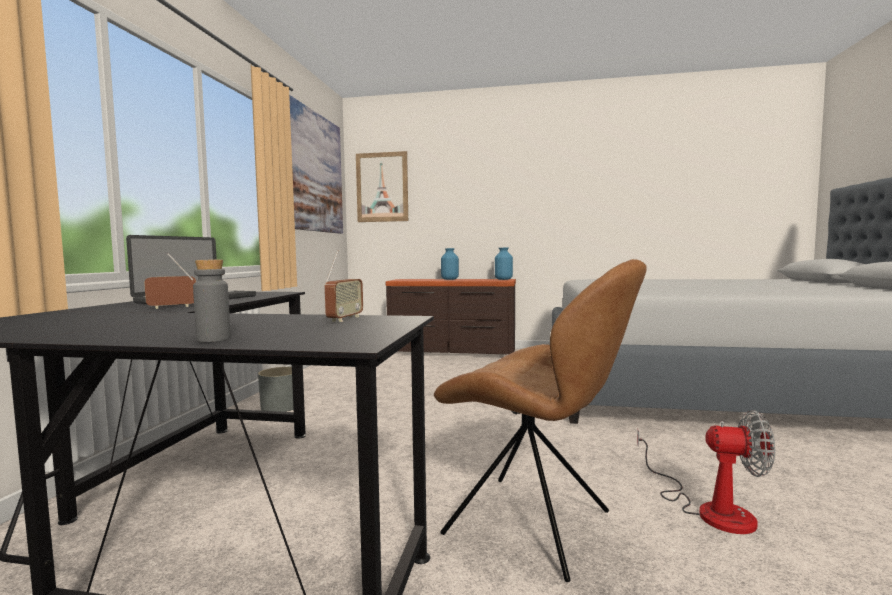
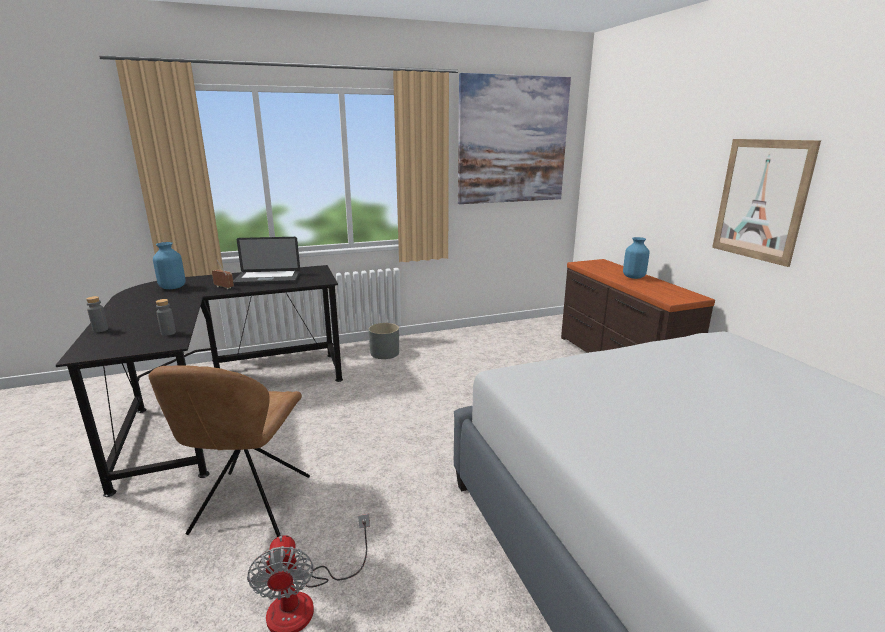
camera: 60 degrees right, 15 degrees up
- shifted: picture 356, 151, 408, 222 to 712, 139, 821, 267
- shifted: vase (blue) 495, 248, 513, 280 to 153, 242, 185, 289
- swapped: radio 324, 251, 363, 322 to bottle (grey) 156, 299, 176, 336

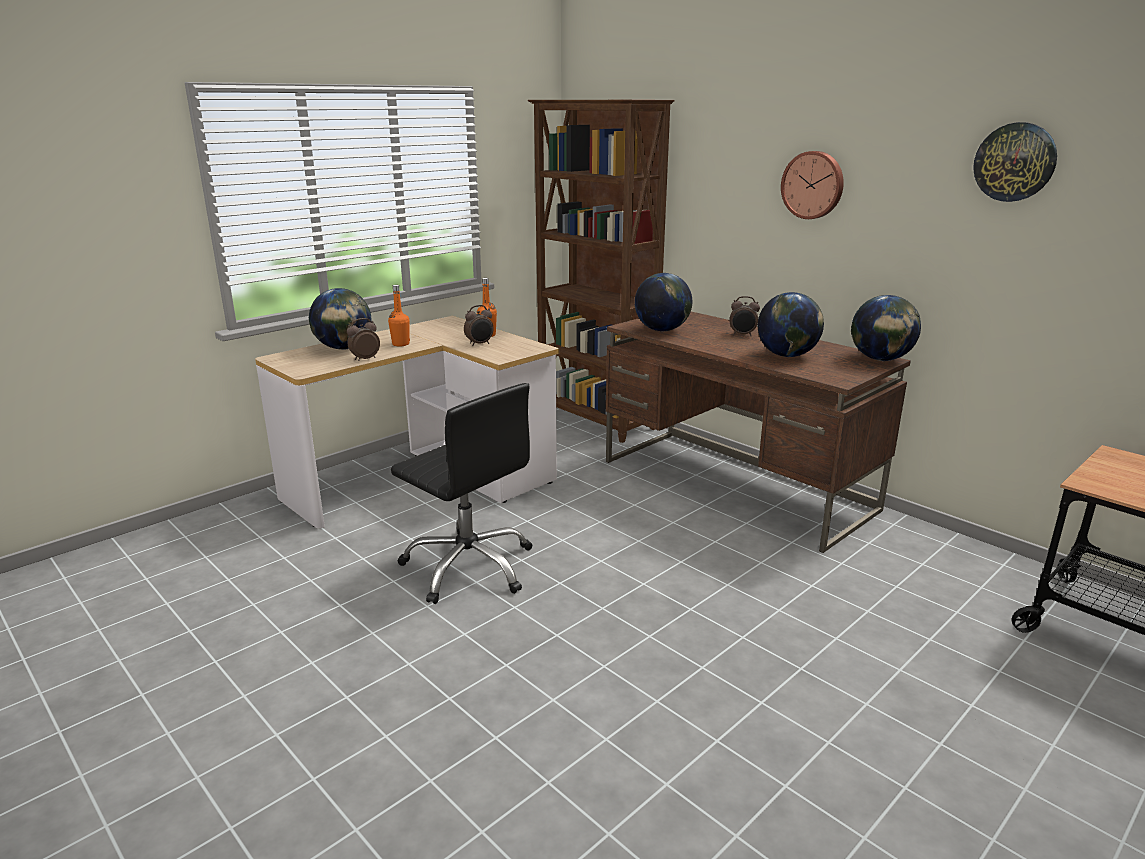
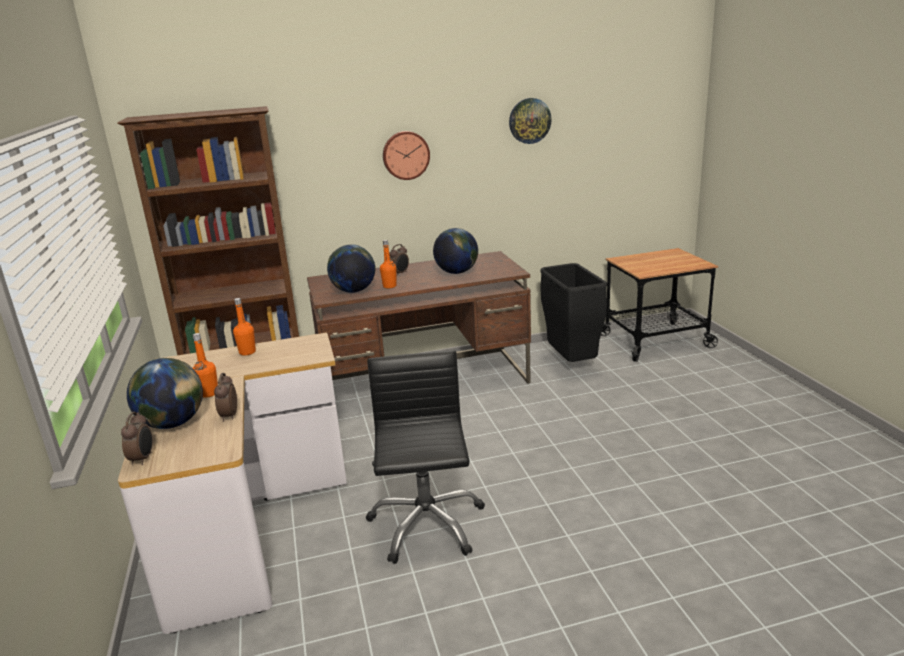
camera: 60 degrees left, 0 degrees up
- gone: globe 851, 295, 921, 361
- new: bottle (orange) 380, 240, 396, 288
- new: trash can (black) 540, 263, 607, 362
- shifted: alarm clock 464, 305, 494, 346 to 121, 412, 152, 465
- rotated: office chair (black) 391, 383, 532, 604 = 366, 351, 485, 564 75 degrees counterclockwise

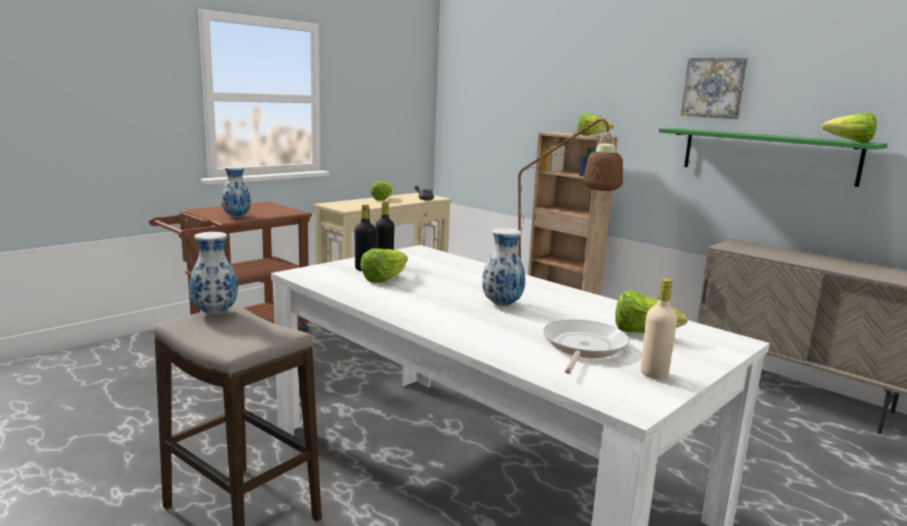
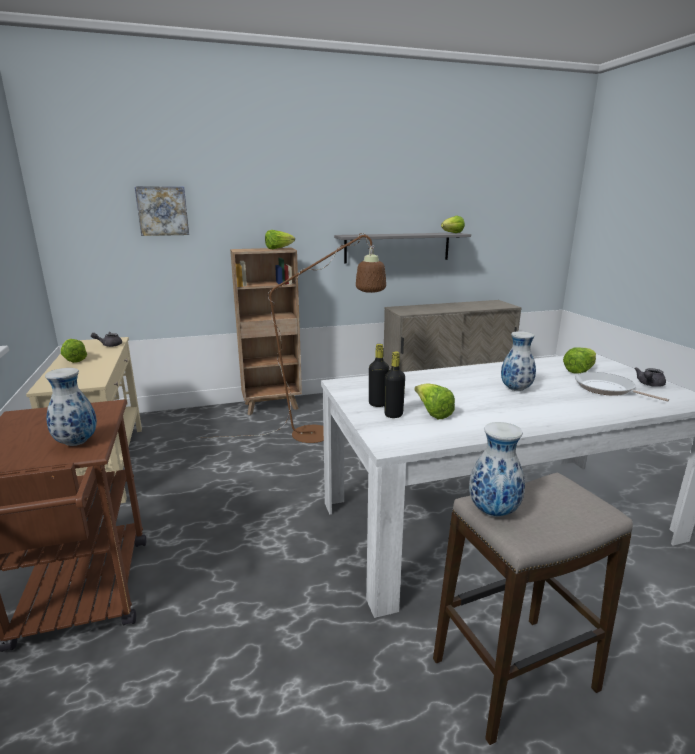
camera: 60 degrees left, 5 degrees up
- shifted: picture 681, 58, 748, 119 to 134, 186, 189, 236
- swapped: bottle (beige) 641, 278, 677, 379 to teapot (grey) 635, 367, 666, 387
- repainted: shelf (green) 659, 128, 888, 187 to shelf (grey) 334, 233, 471, 264

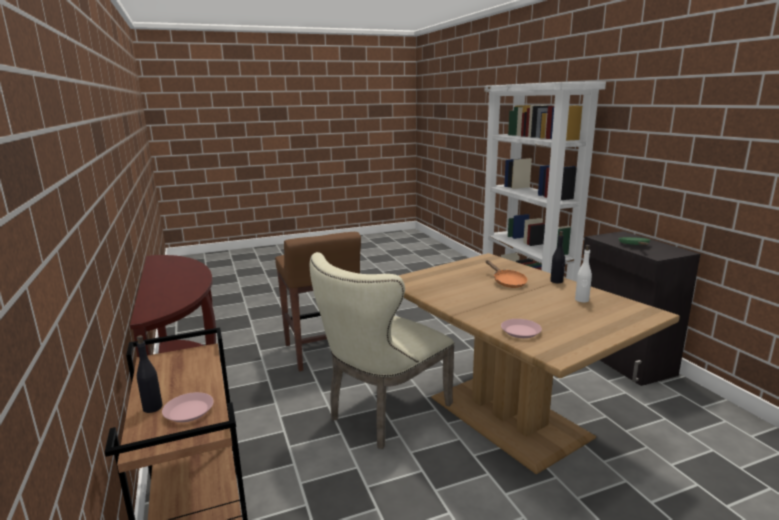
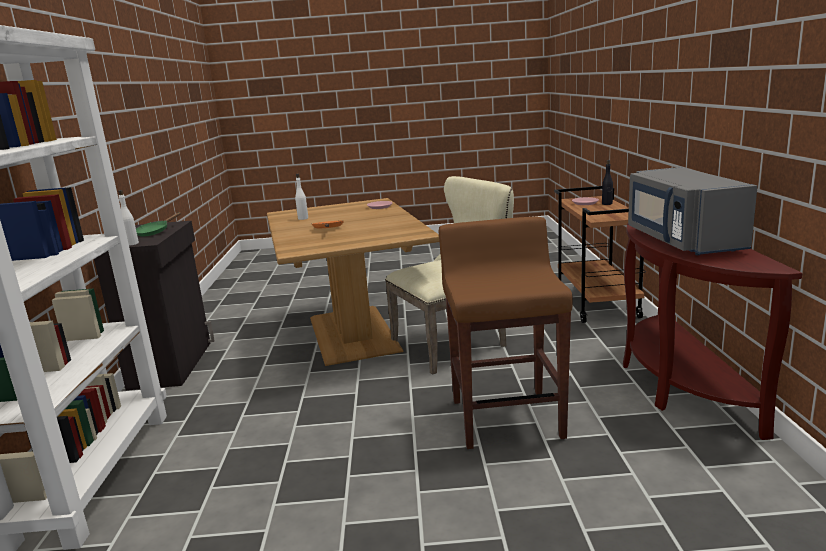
camera: 160 degrees left, 0 degrees up
- gone: bottle (black) 550, 231, 565, 283
- new: bottle (white) 118, 190, 139, 246
- new: microwave (grey) 628, 167, 758, 255

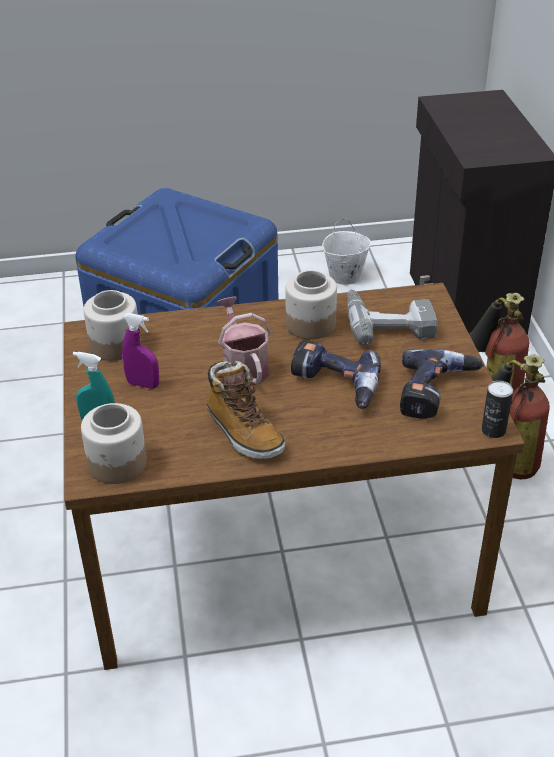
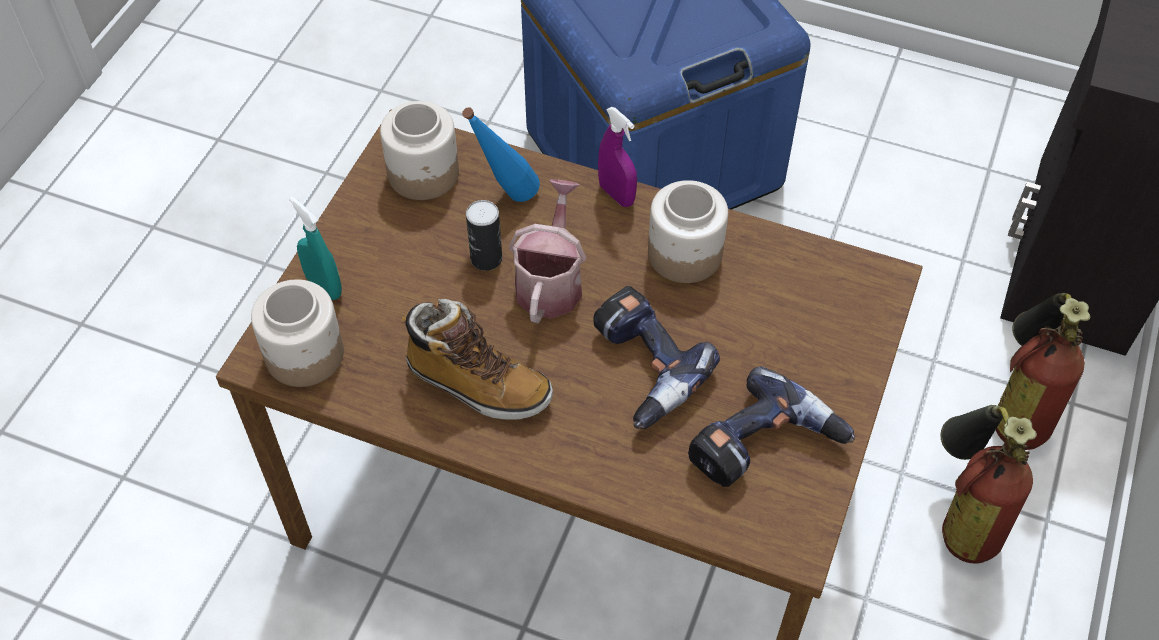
camera: 30 degrees right, 15 degrees up
- gone: bucket (white) 322, 219, 371, 285
- gone: power drill 347, 289, 438, 345
- new: bottle (blue) 462, 107, 540, 202
- shifted: spray bottle (purple) 122, 313, 159, 389 to 598, 107, 637, 207
- shifted: can 482, 380, 513, 438 to 466, 200, 502, 271
- rotated: boot 207, 360, 285, 459 = 402, 299, 553, 420 60 degrees counterclockwise

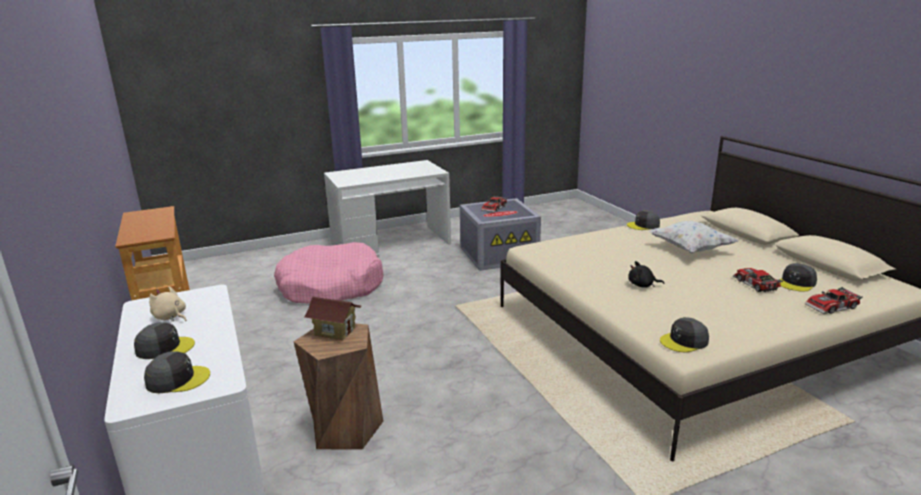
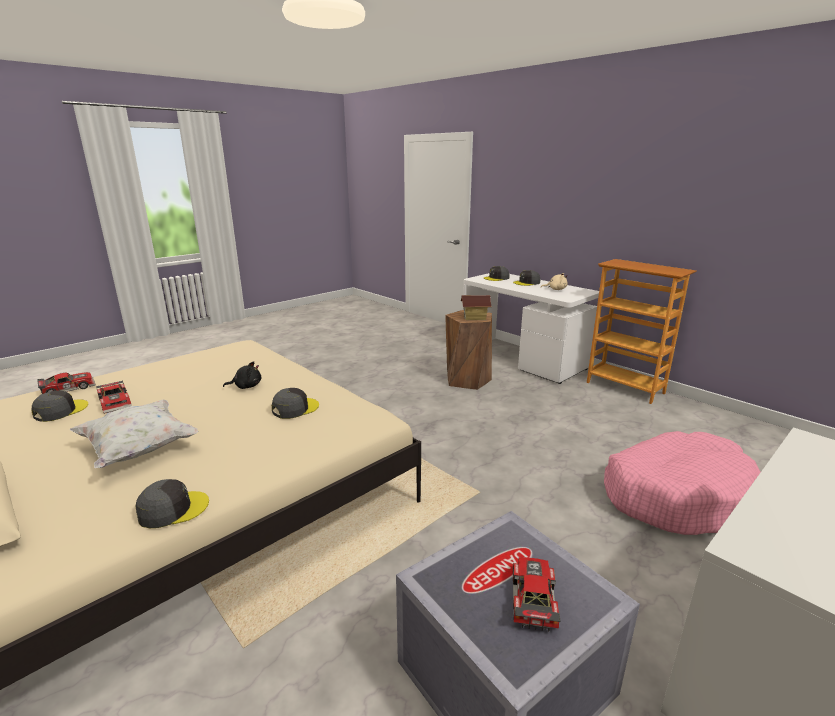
camera: 160 degrees right, 0 degrees up
- shifted: cap (grey) 660, 317, 709, 352 to 272, 388, 319, 419

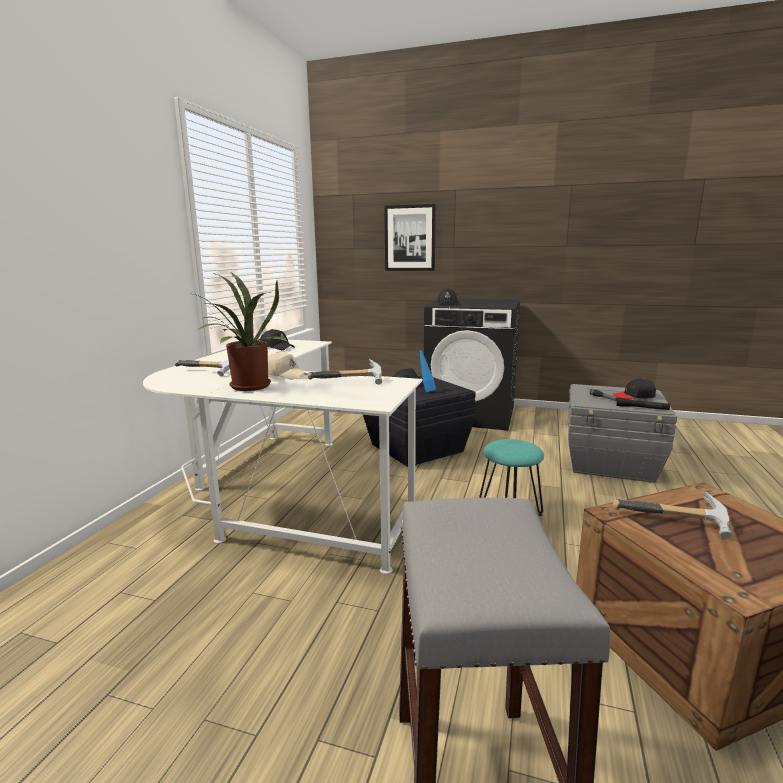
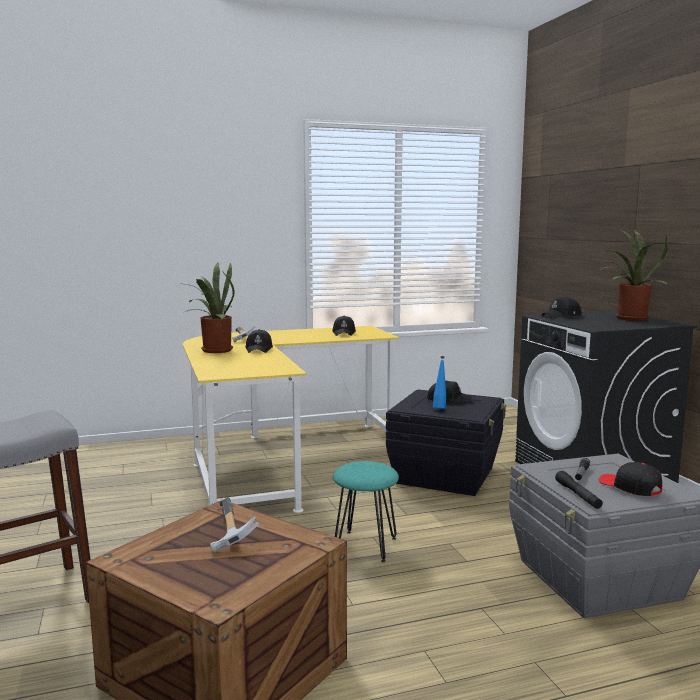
camera: 55 degrees right, 5 degrees down
- gone: hammer 308, 359, 382, 384
- gone: picture 384, 204, 436, 271
- new: potted plant 600, 229, 668, 321
- repainted: desk (white) 143, 340, 422, 574 to desk (yellow) 183, 326, 399, 513
- repainted: cap (beige) 268, 351, 307, 380 to cap (black) 245, 329, 273, 353

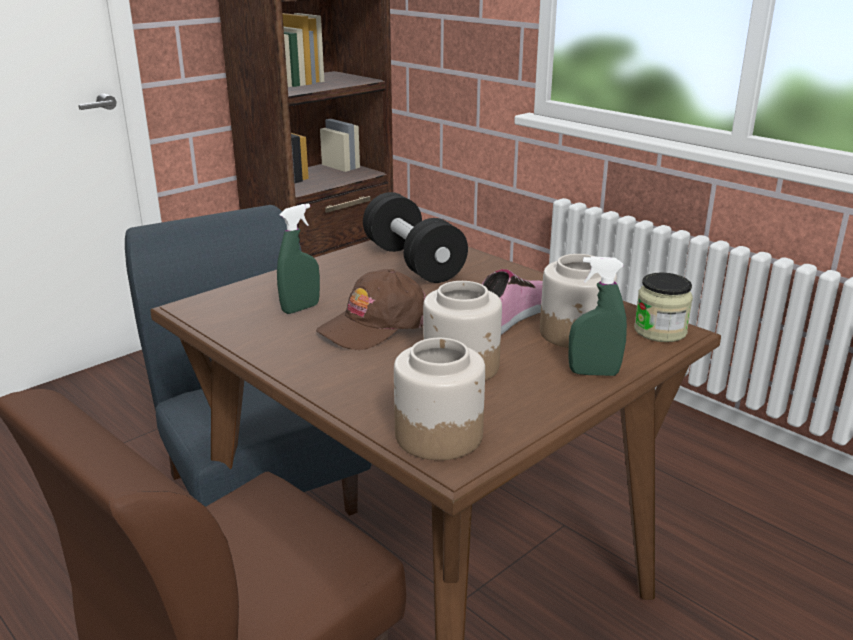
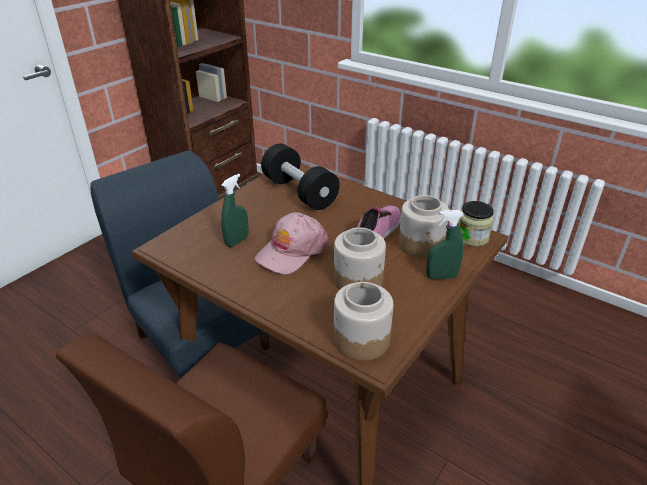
camera: 10 degrees left, 10 degrees up
- repainted: cap (brown) 316, 269, 426, 350 to cap (pink) 255, 212, 329, 274

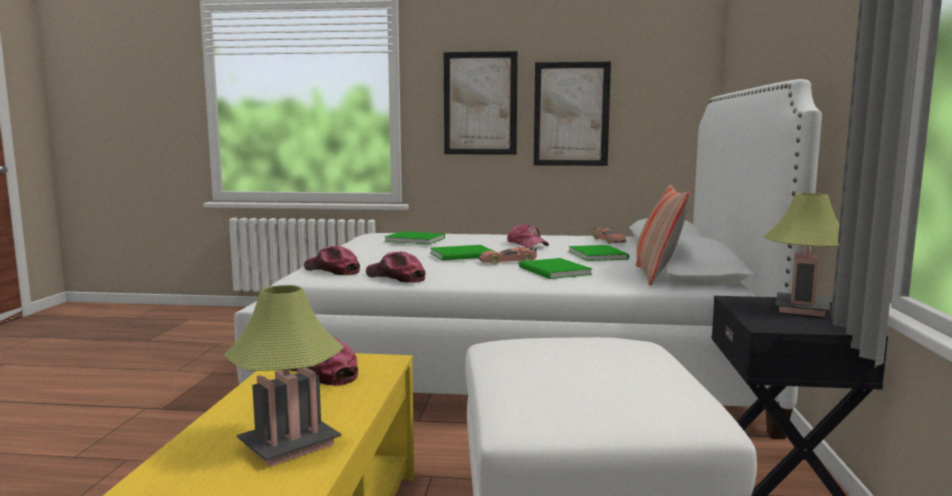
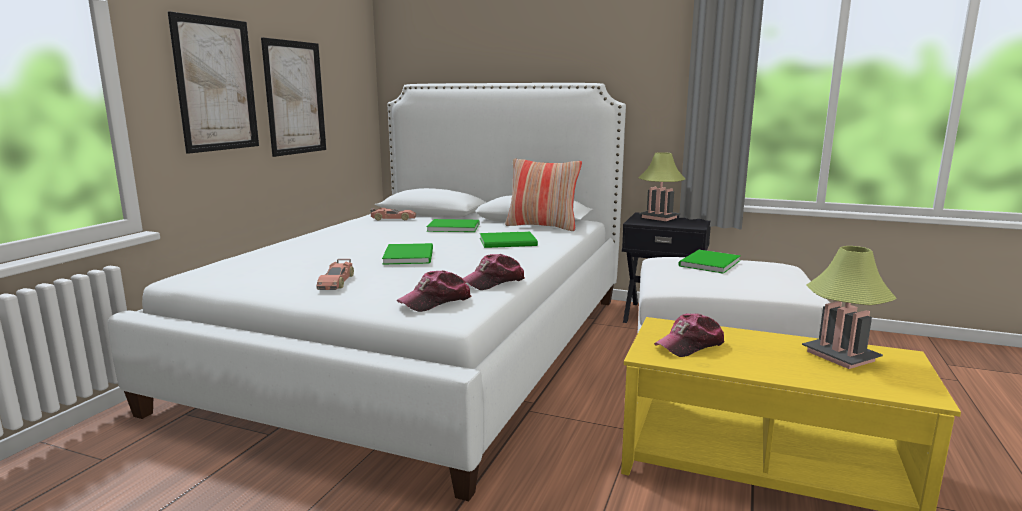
camera: 75 degrees left, 5 degrees up
- gone: cap 507, 223, 549, 248
- shifted: book (green) 384, 231, 445, 244 to 678, 250, 741, 274
- shifted: toy car 479, 247, 537, 264 to 317, 259, 354, 290

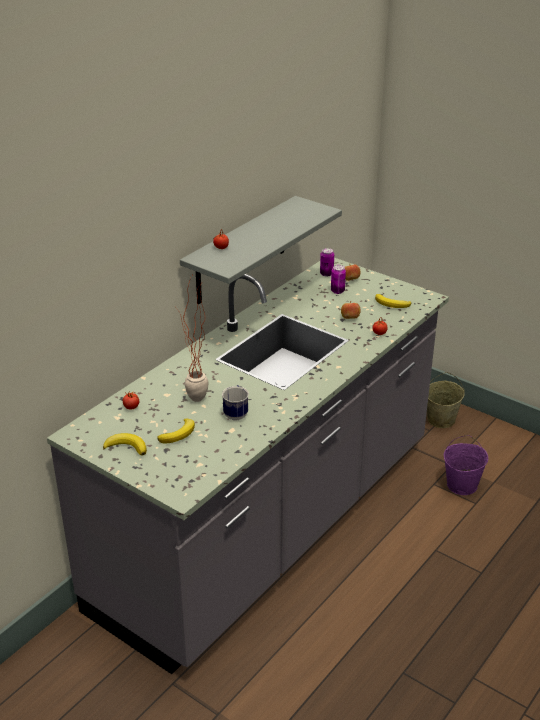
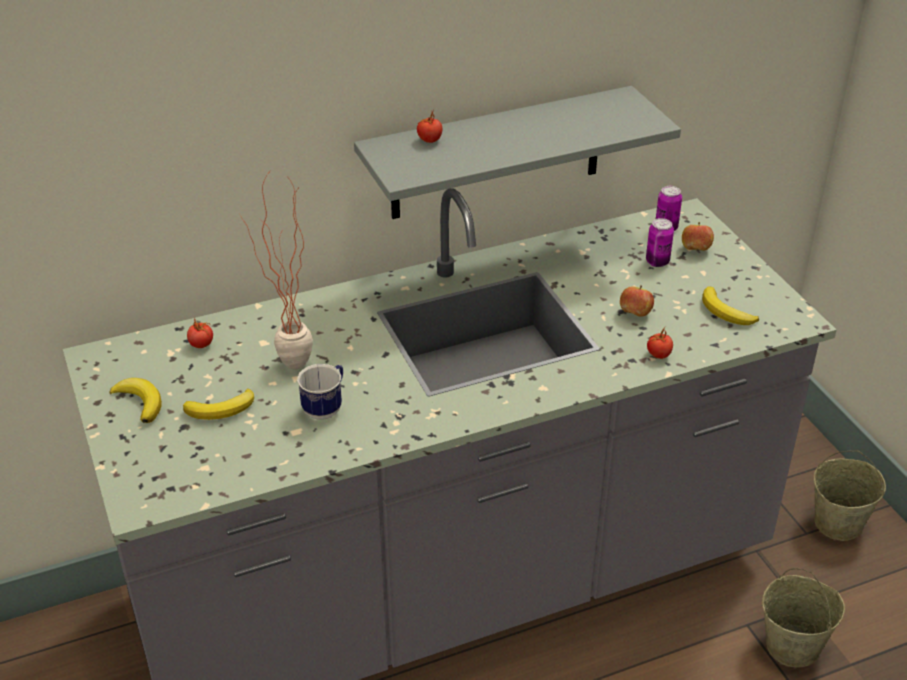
camera: 30 degrees right, 5 degrees up
- repainted: bucket (purple) 444, 435, 488, 495 to bucket (beige) 762, 568, 845, 668

